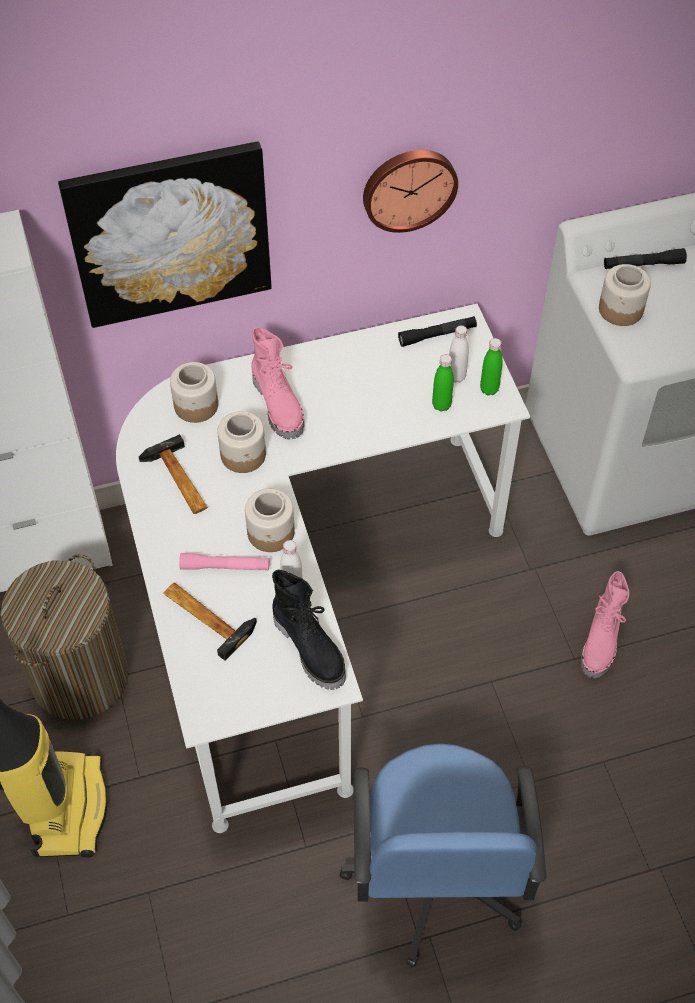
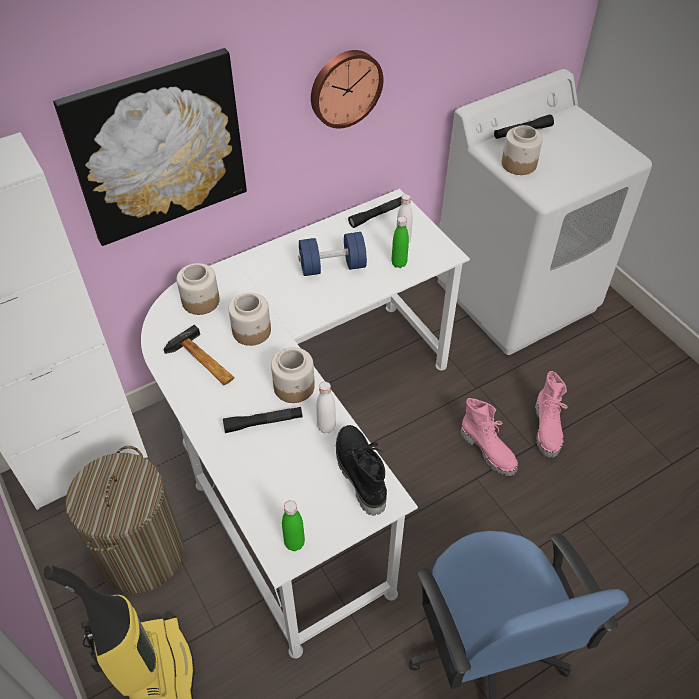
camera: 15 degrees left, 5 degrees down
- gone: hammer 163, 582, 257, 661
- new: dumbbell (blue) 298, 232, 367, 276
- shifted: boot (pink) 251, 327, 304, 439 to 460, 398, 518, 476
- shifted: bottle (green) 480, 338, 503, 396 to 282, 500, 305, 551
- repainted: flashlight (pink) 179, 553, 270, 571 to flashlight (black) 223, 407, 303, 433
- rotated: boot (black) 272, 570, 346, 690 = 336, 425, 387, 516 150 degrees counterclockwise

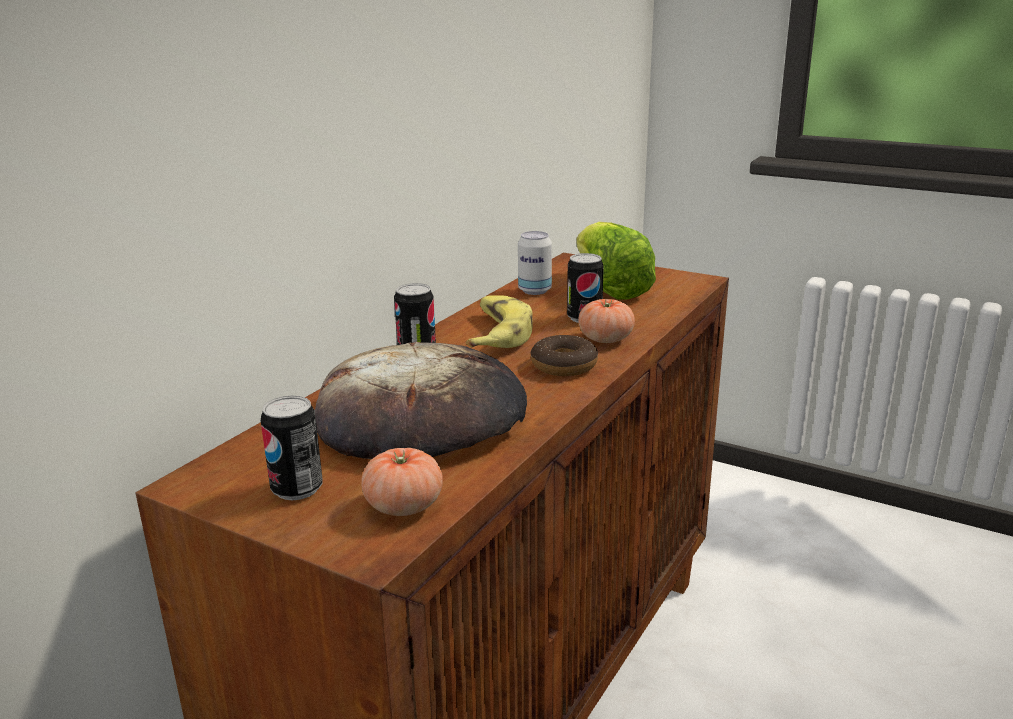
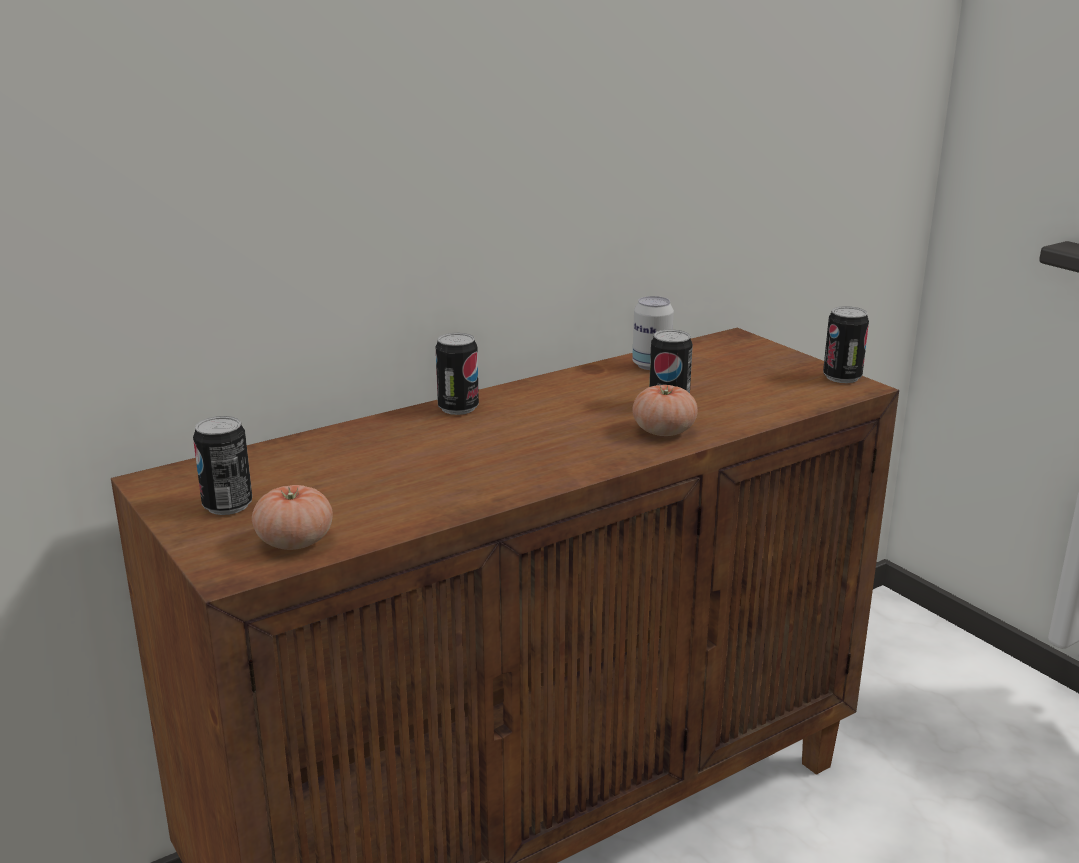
camera: 25 degrees right, 0 degrees up
- gone: bread 315, 342, 527, 459
- gone: banana 466, 295, 533, 348
- gone: donut 531, 335, 598, 376
- gone: lettuce 576, 222, 656, 300
- new: can 823, 306, 869, 383

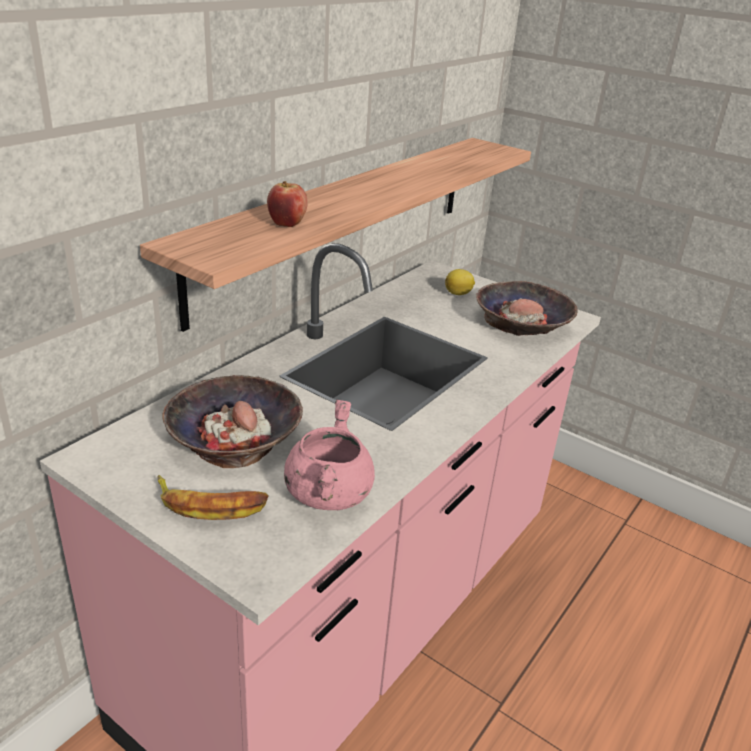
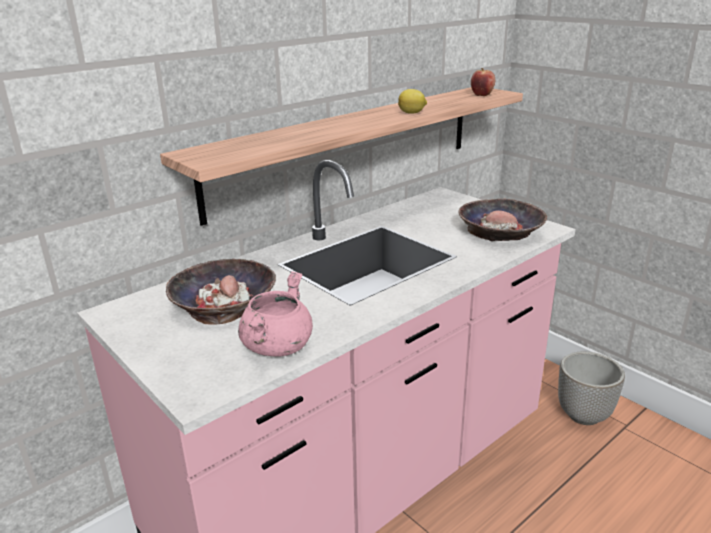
camera: 15 degrees right, 5 degrees down
- gone: banana 158, 475, 269, 520
- new: planter 558, 351, 625, 425
- shifted: apple 267, 181, 308, 227 to 471, 68, 495, 96
- shifted: lemon 445, 269, 475, 295 to 398, 89, 427, 114

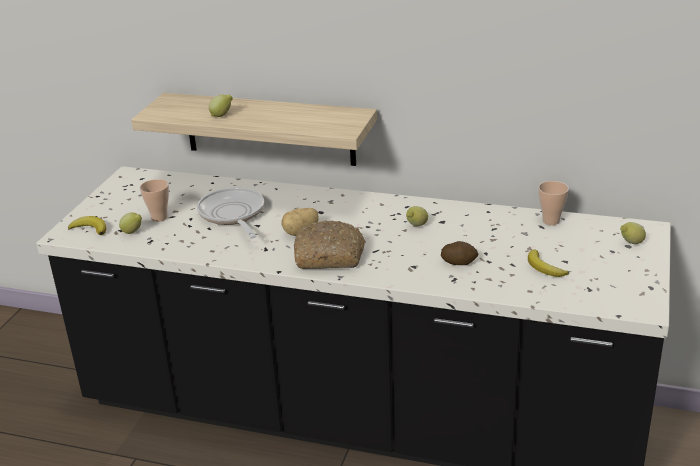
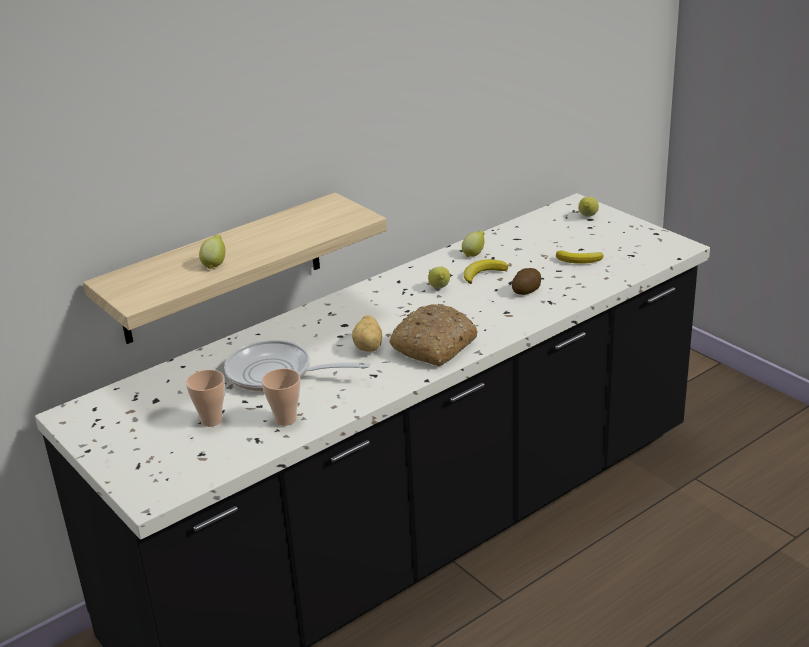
camera: 55 degrees left, 0 degrees up
- shifted: banana 68, 216, 106, 235 to 464, 259, 508, 284
- shifted: lemon 119, 212, 142, 234 to 462, 231, 485, 257
- shifted: cup 538, 181, 569, 225 to 262, 368, 300, 426

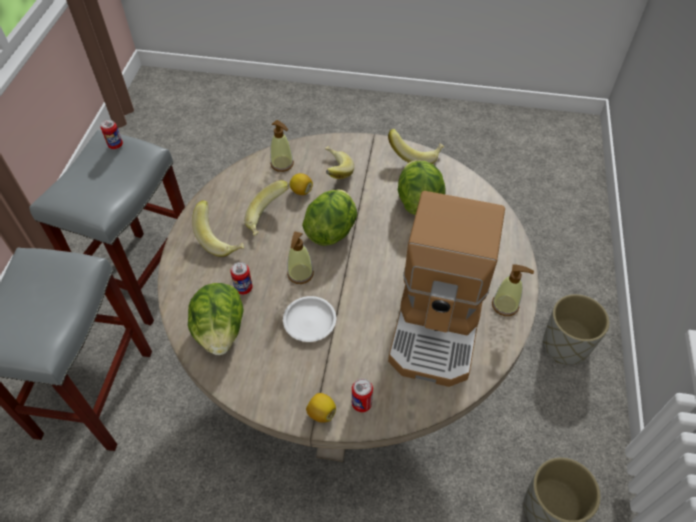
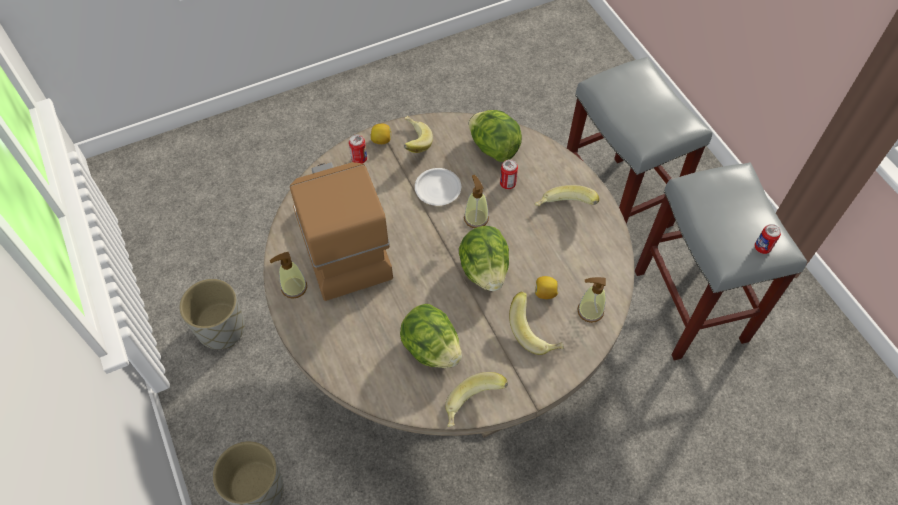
camera: 145 degrees right, 5 degrees up
- shifted: banana 244, 180, 290, 236 to 404, 116, 433, 153

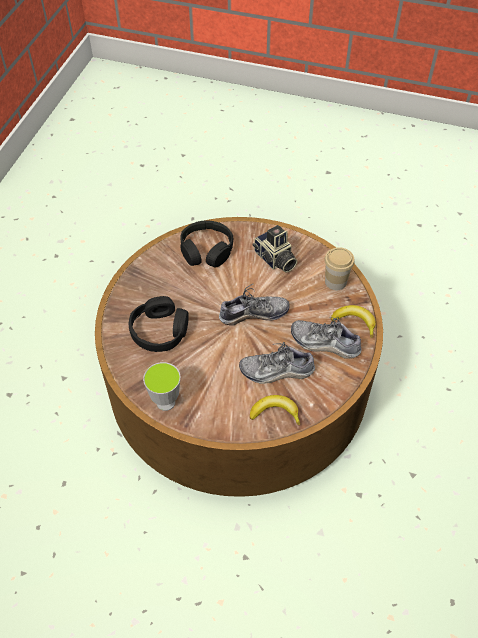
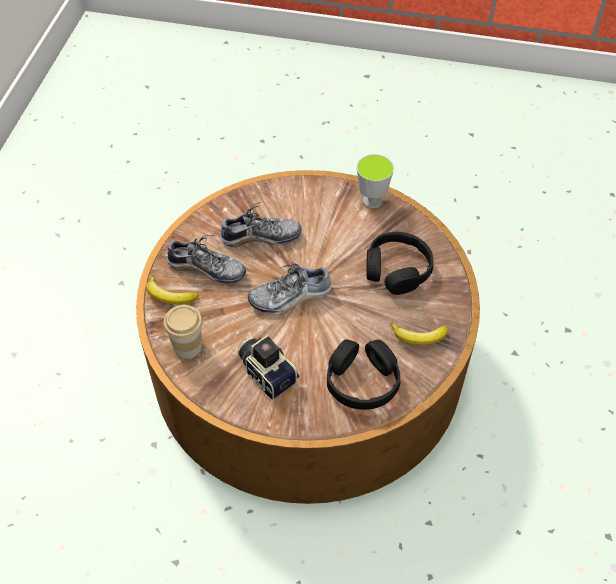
camera: 175 degrees right, 0 degrees up
- shifted: banana 250, 395, 300, 426 to 390, 322, 448, 345

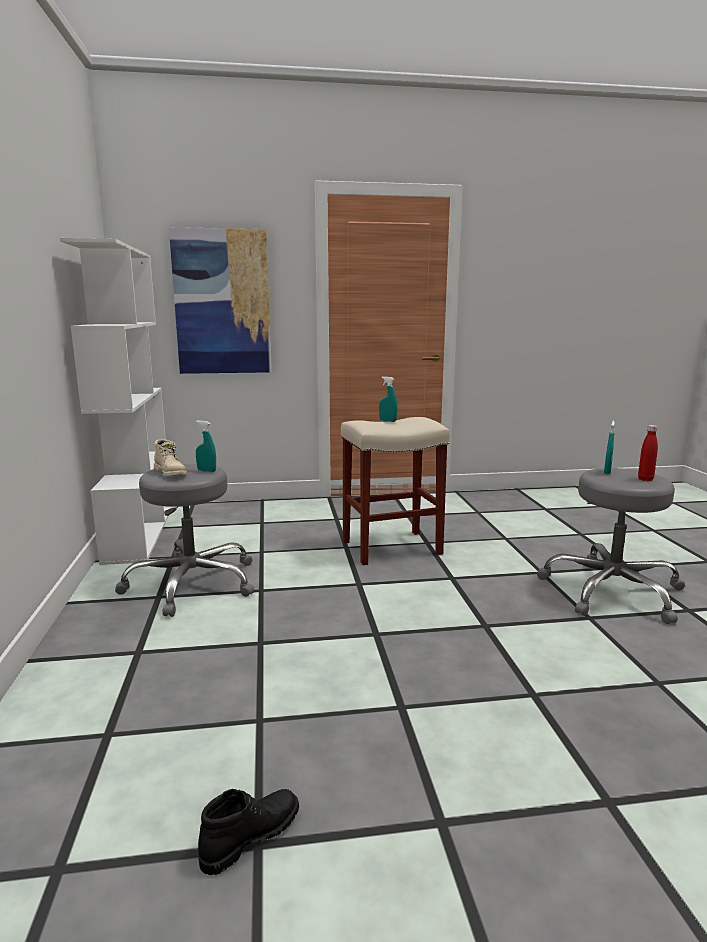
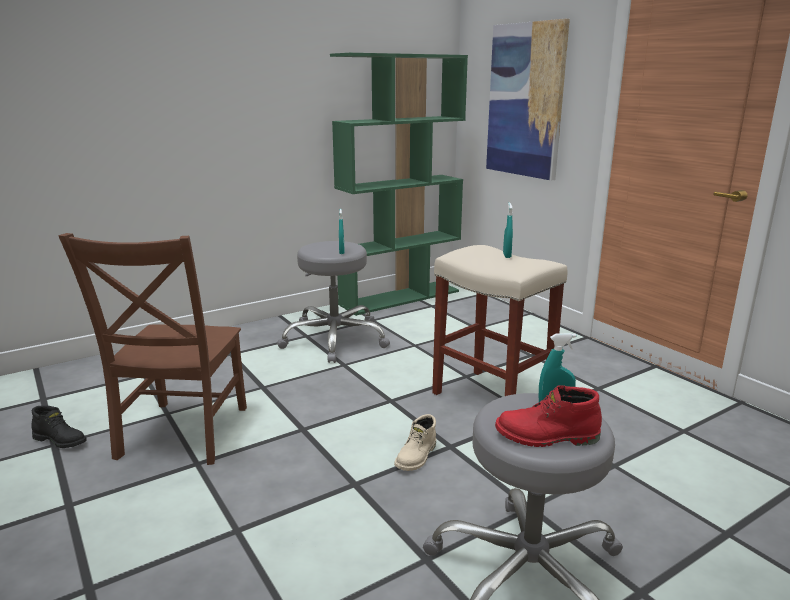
camera: 65 degrees right, 5 degrees up
- new: chair (brown) 58, 233, 247, 465
- shifted: boot (beige) 154, 439, 187, 476 to 394, 414, 436, 471
- swapped: bottle (red) 638, 425, 658, 481 to boot (red) 495, 385, 602, 447
- repainted: bookcase (white) 60, 238, 170, 565 to bookcase (green) 330, 53, 468, 316

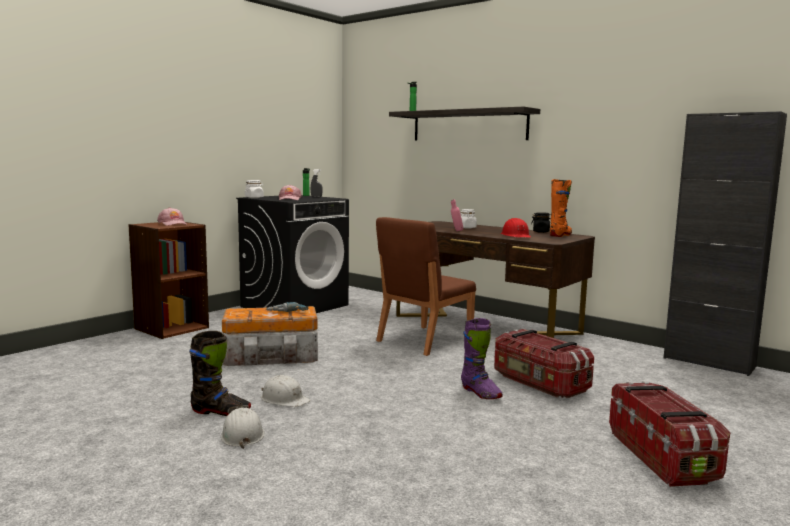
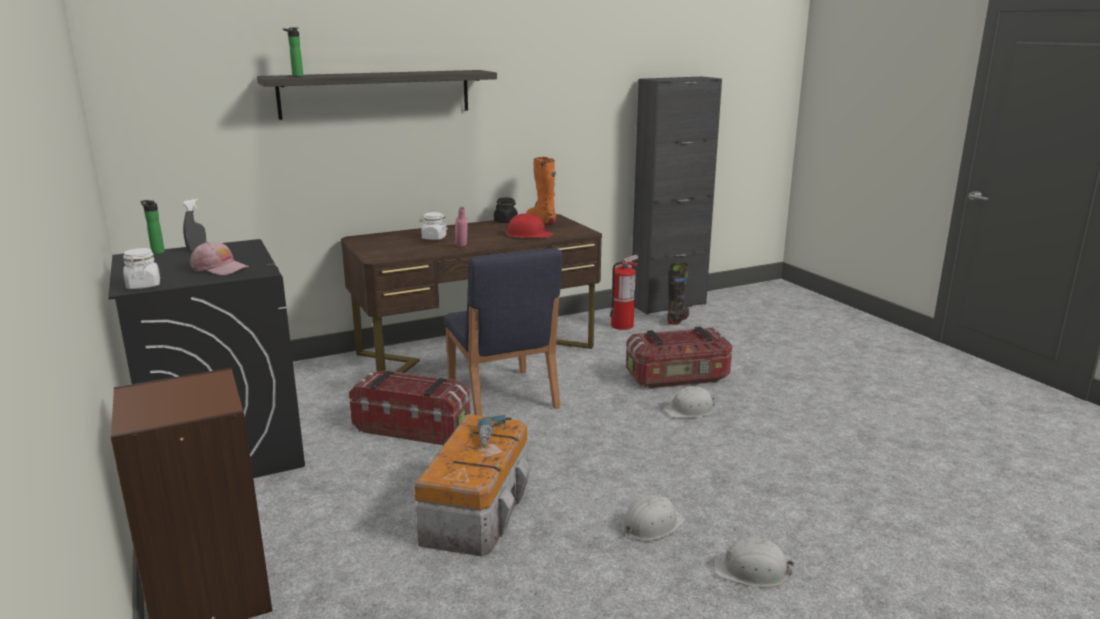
camera: 65 degrees left, 10 degrees up
- gone: cap (pink) 157, 208, 187, 226
- new: fire extinguisher 610, 255, 639, 330
- shifted: boot (black) 189, 331, 251, 416 to 667, 263, 689, 325
- shifted: storage box 609, 381, 730, 487 to 349, 370, 470, 445
- swapped: boot (purple) 461, 318, 503, 399 to hard hat (white) 663, 386, 715, 418
- repainted: chair (brown) 376, 217, 476, 356 to chair (blue) 444, 248, 562, 416

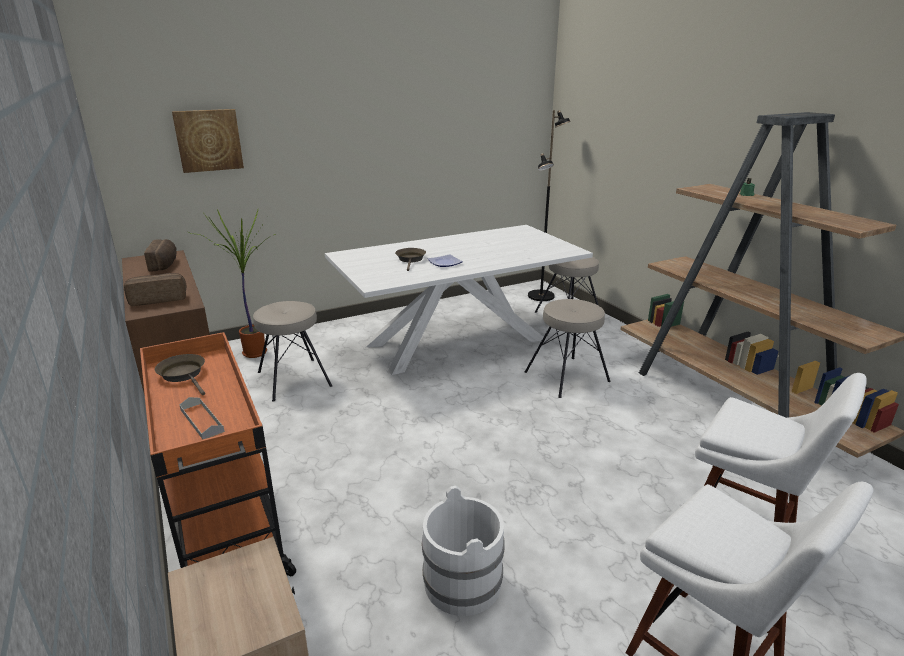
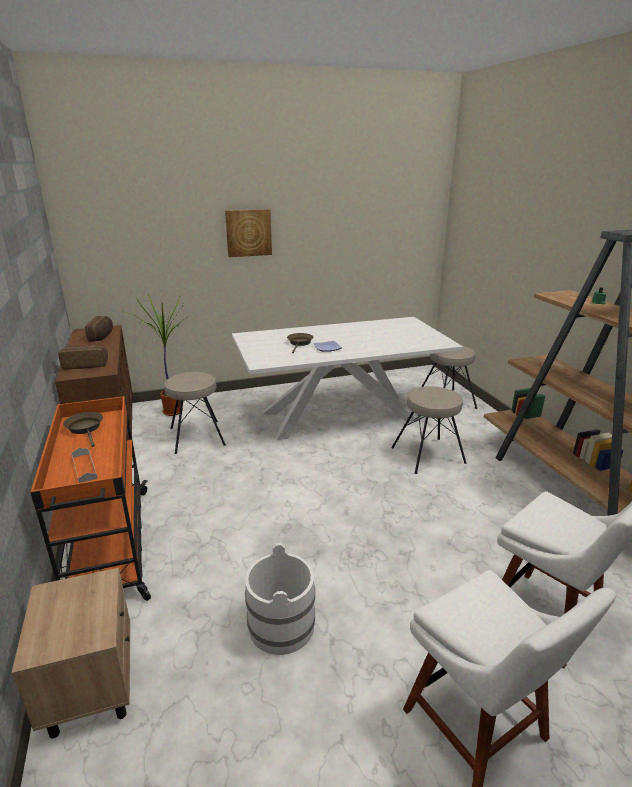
camera: 10 degrees right, 0 degrees up
- gone: floor lamp (black) 528, 110, 571, 301
- shifted: picture 172, 109, 244, 173 to 225, 209, 272, 257

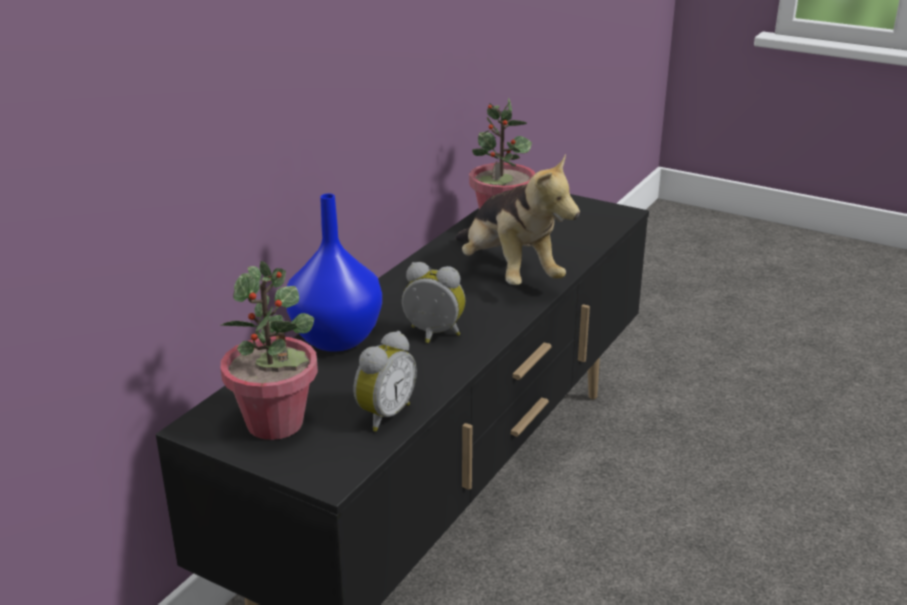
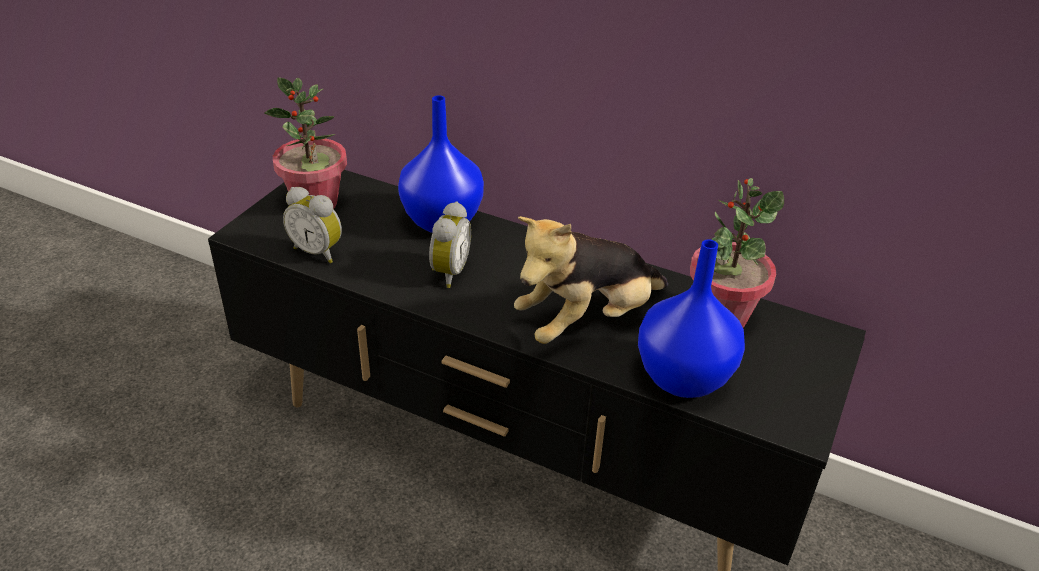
camera: 85 degrees right, 10 degrees up
- new: vase (blue) 638, 239, 745, 398

